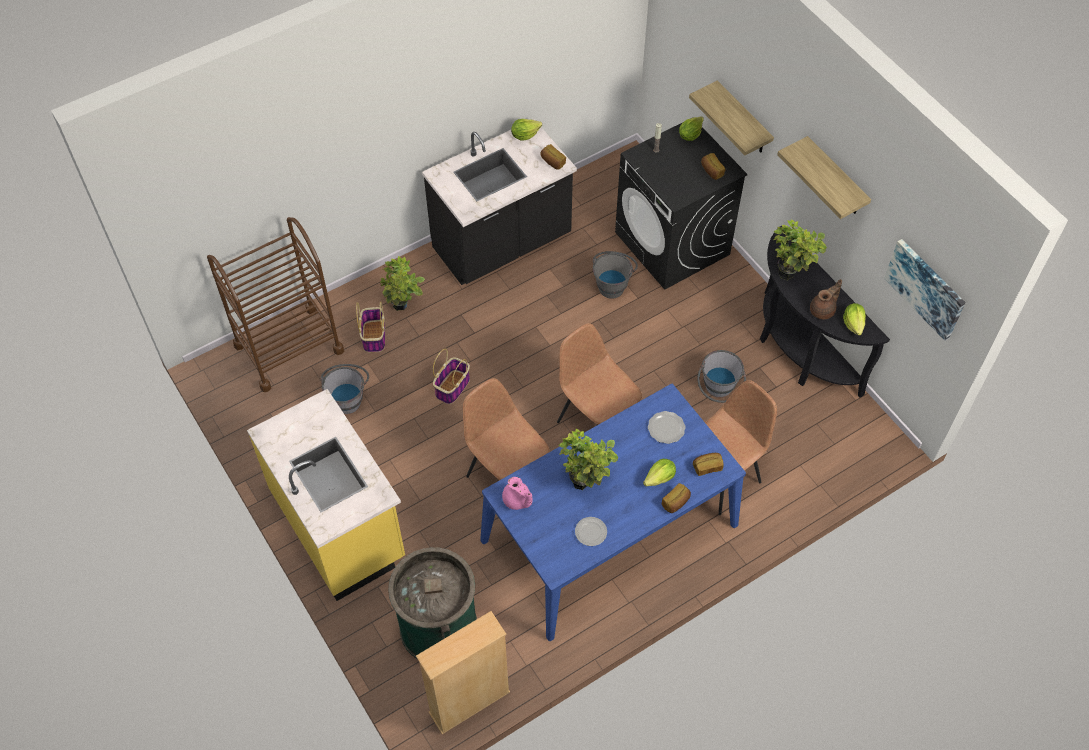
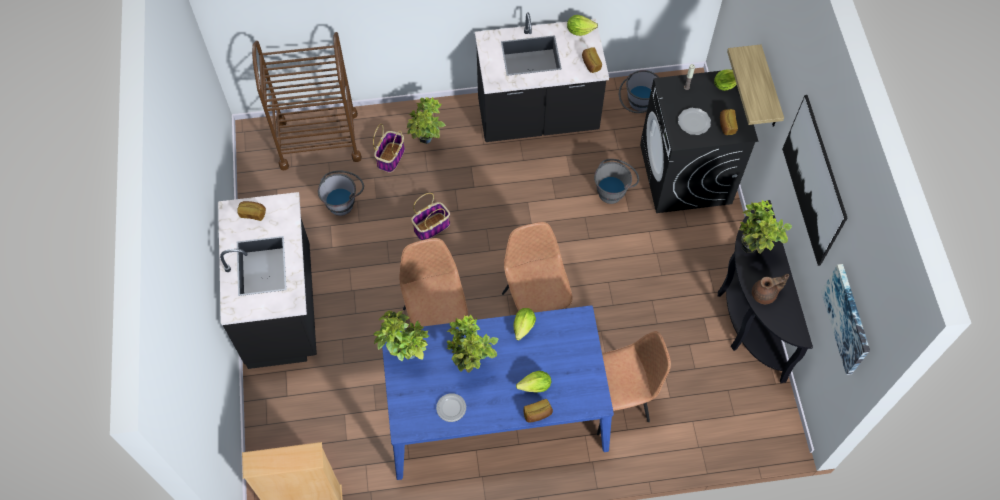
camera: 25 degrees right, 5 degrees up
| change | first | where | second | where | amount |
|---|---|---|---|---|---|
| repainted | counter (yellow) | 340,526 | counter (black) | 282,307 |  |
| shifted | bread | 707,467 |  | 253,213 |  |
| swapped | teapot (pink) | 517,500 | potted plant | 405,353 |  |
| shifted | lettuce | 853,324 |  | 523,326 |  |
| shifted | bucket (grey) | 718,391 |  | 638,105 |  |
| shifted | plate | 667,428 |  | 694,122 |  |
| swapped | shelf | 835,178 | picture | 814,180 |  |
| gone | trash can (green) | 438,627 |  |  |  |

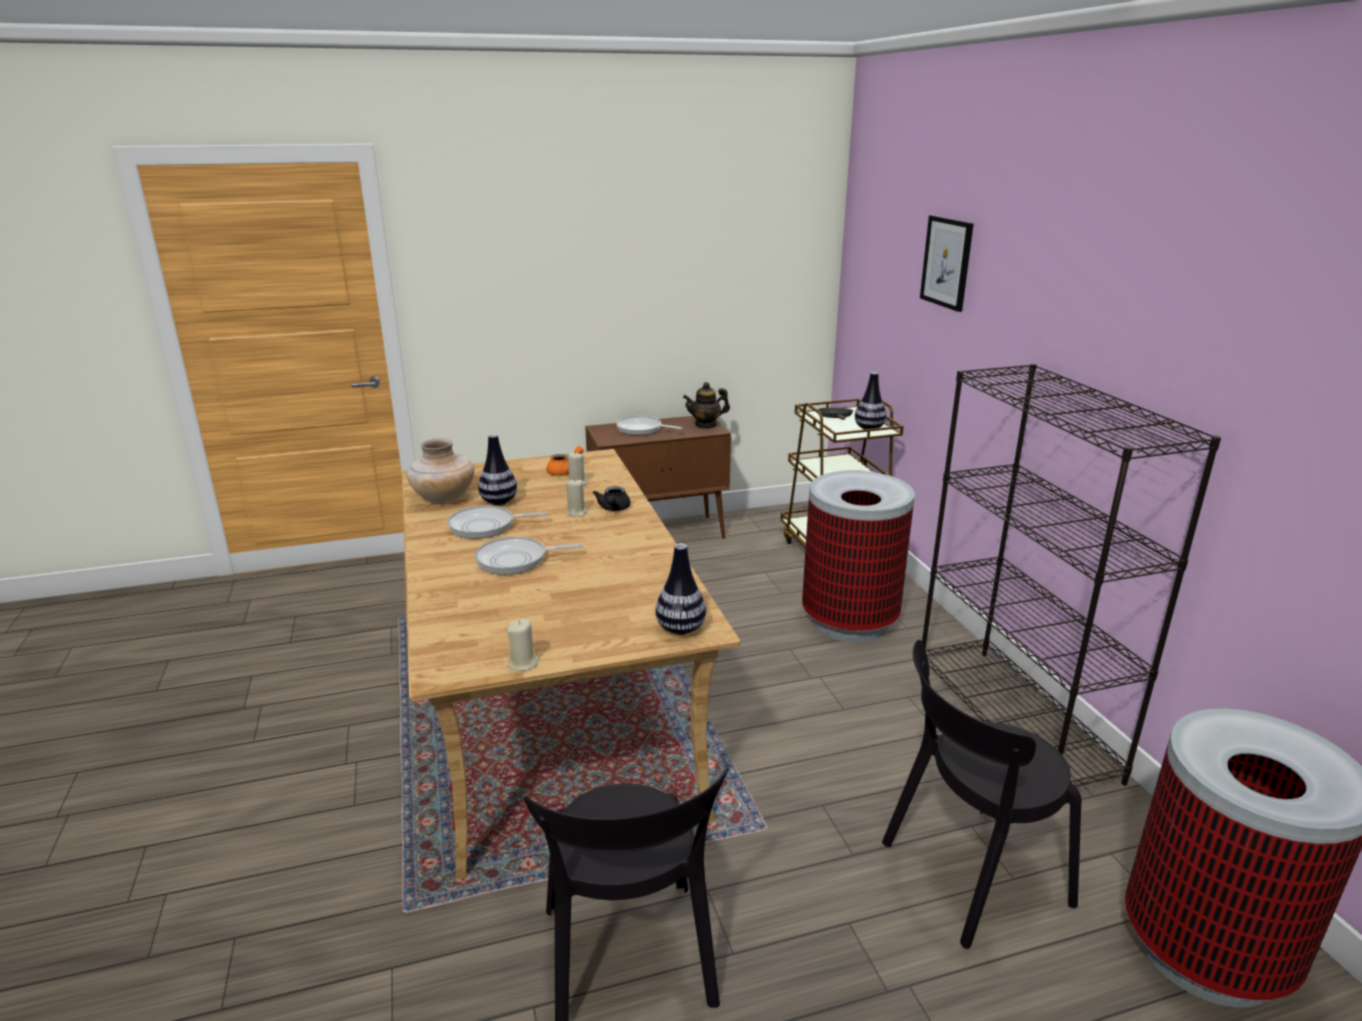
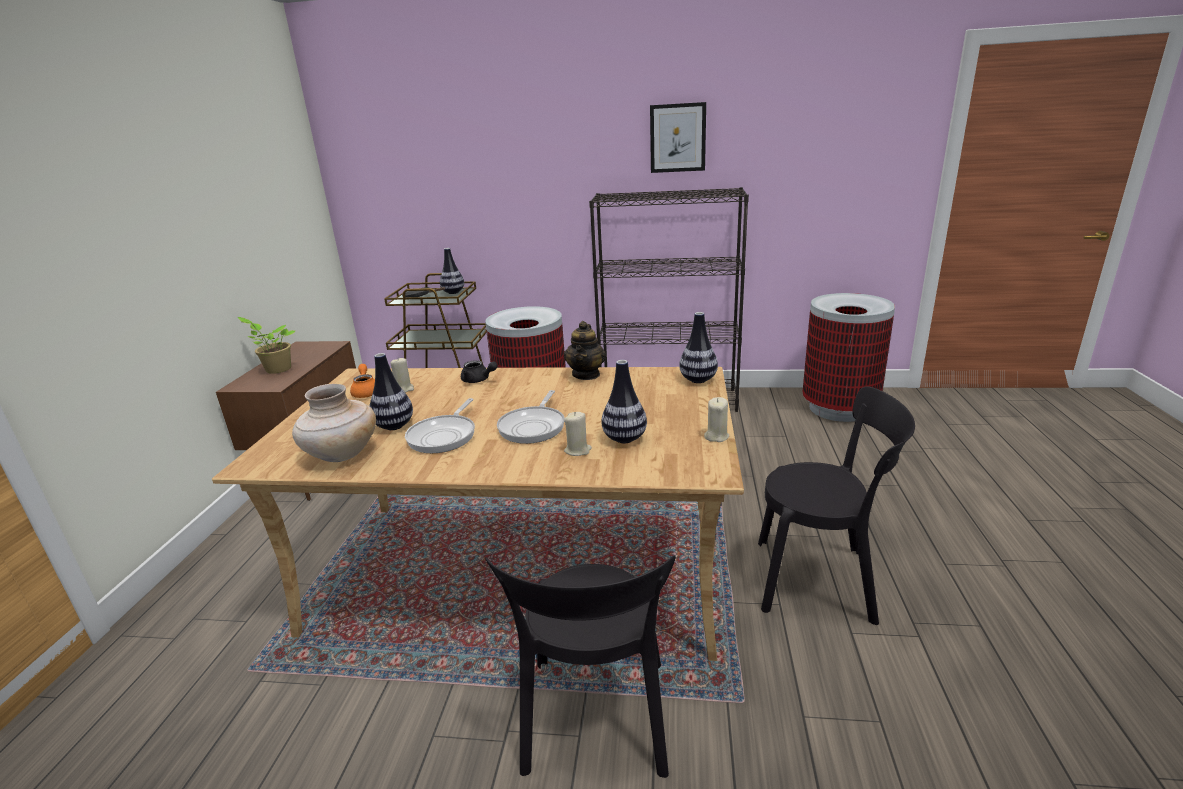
camera: 65 degrees left, 0 degrees up
| change | first | where | second | where | amount |
|---|---|---|---|---|---|
| swapped | frying pan | 642,429 | potted plant | 276,369 |  |
| shifted | chair (black) | 968,875 |  | 595,722 |  |
| shifted | teapot | 706,425 |  | 586,375 |  |
| shifted | candle (beige) | 576,512 |  | 578,450 |  |
| new |  |  | vase | 624,438 |  |
| shifted | picture | 947,262 |  | 677,138 |  |

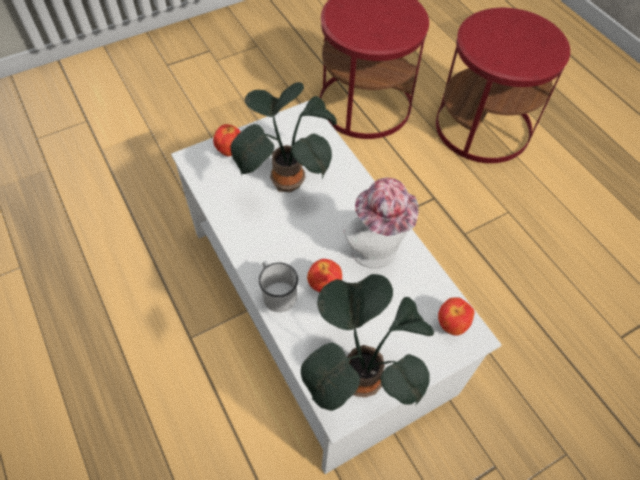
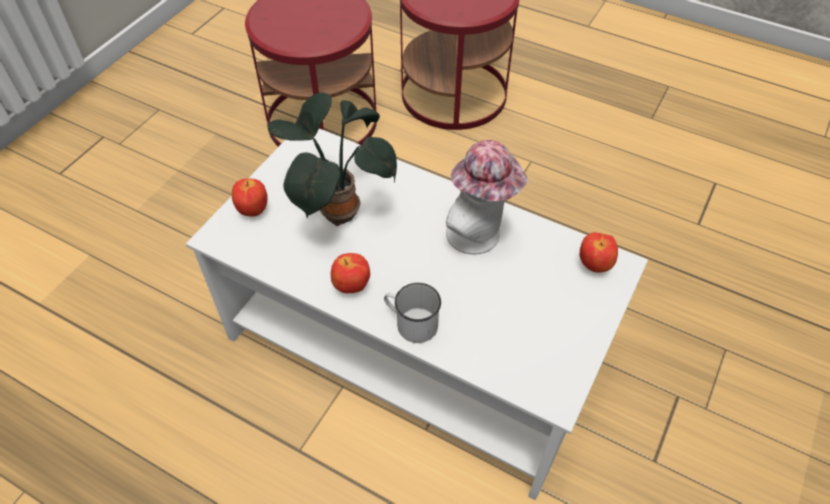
camera: 30 degrees left, 5 degrees down
| change | first | where | second | where | amount |
|---|---|---|---|---|---|
| shifted | apple | 324,286 |  | 351,286 |  |
| gone | potted plant | 359,375 |  |  |  |

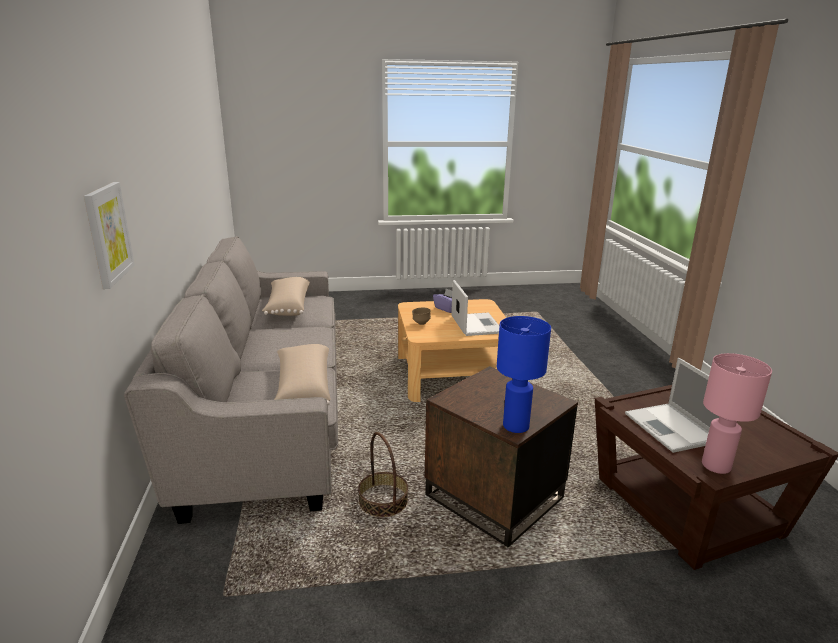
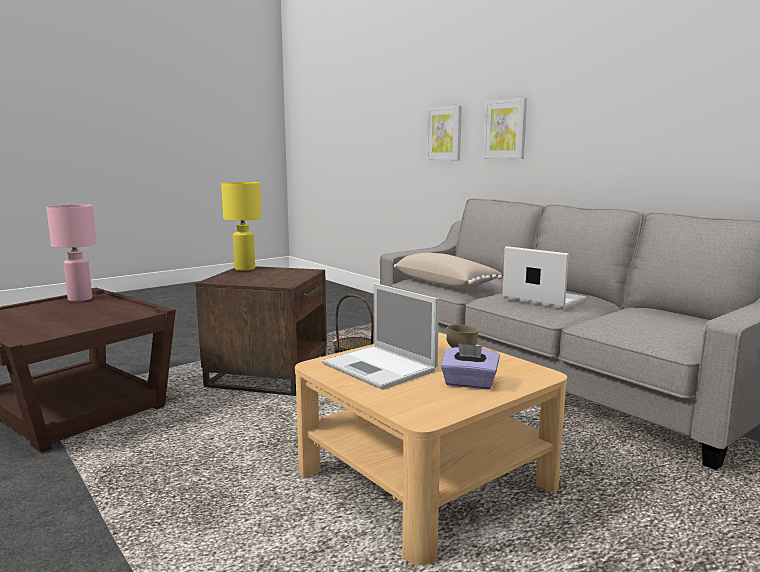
camera: 150 degrees right, 10 degrees down
| change | first | where | second | where | amount |
|---|---|---|---|---|---|
| repainted | table lamp (blue) | 516,426 | table lamp (yellow) | 244,269 |  |
| new |  |  | picture | 444,133 |  |
| shifted | laptop | 672,428 |  | 542,299 |  |
| gone | pillow (beige) | 287,307 |  |  |  |

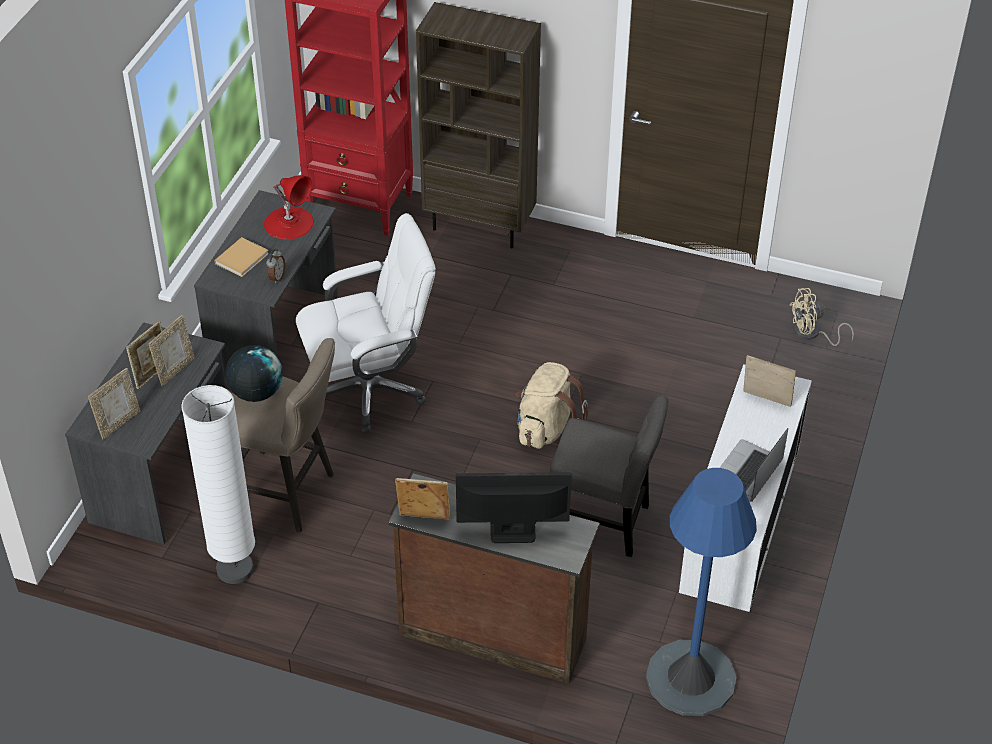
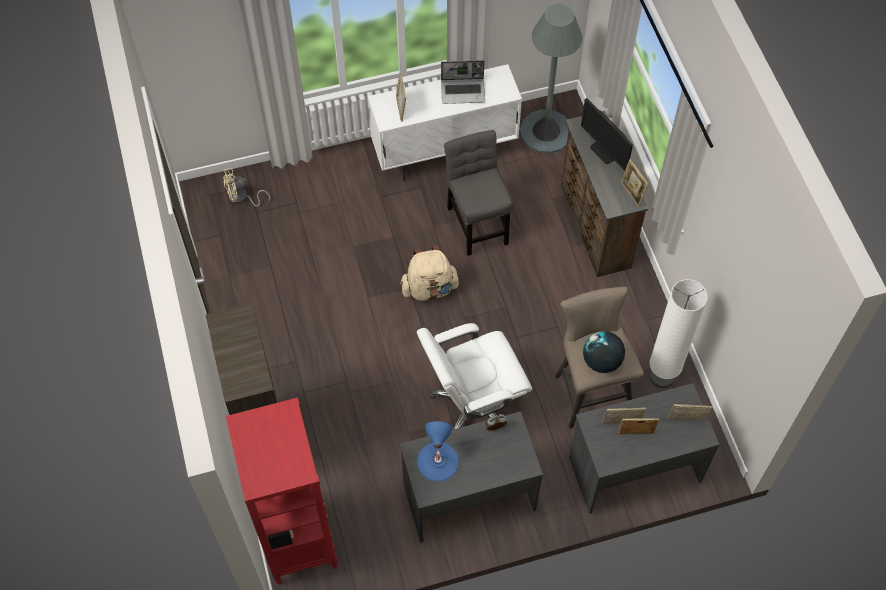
camera: 125 degrees left, 15 degrees up
| change | first | where | second | where | amount |
|---|---|---|---|---|---|
| rotated | fan (beige) | 812,334 |  | 241,197 | 120 degrees clockwise |
| rotated | office chair (white) | 369,390 |  | 473,404 | 60 degrees counterclockwise |
| repainted | table lamp (red) | 289,223 | table lamp (blue) | 437,461 |  |
| repainted | floor lamp (blue) | 691,678 | floor lamp (grey) | 546,132 |  |
| gone | book (beige) | 243,258 |  |  |  |

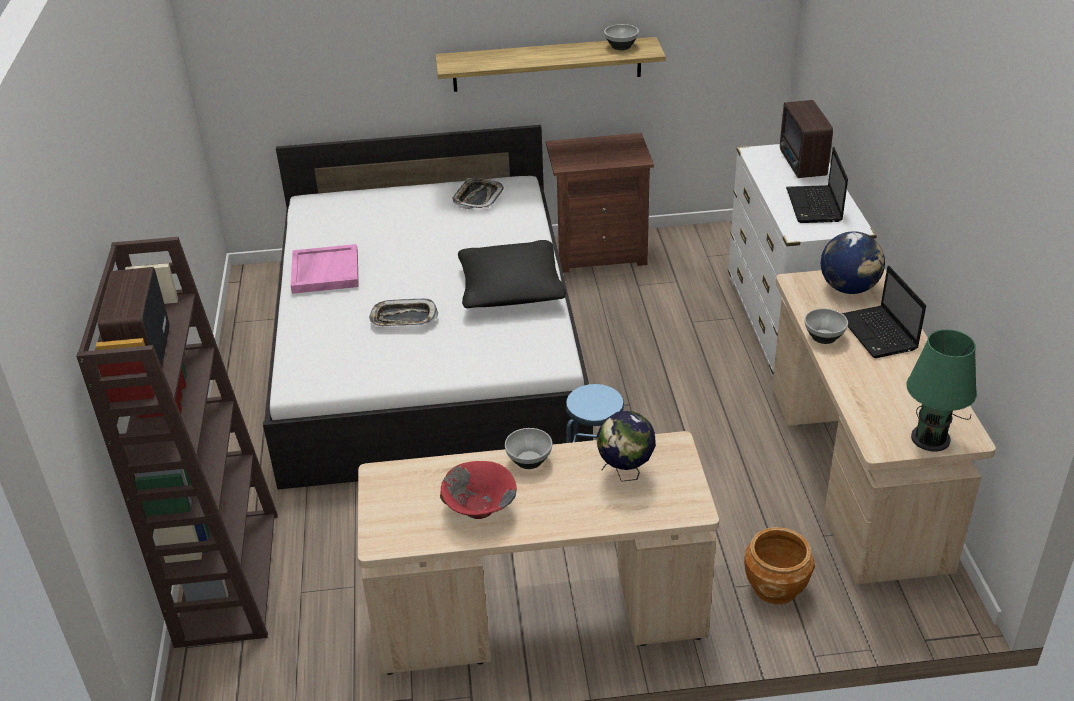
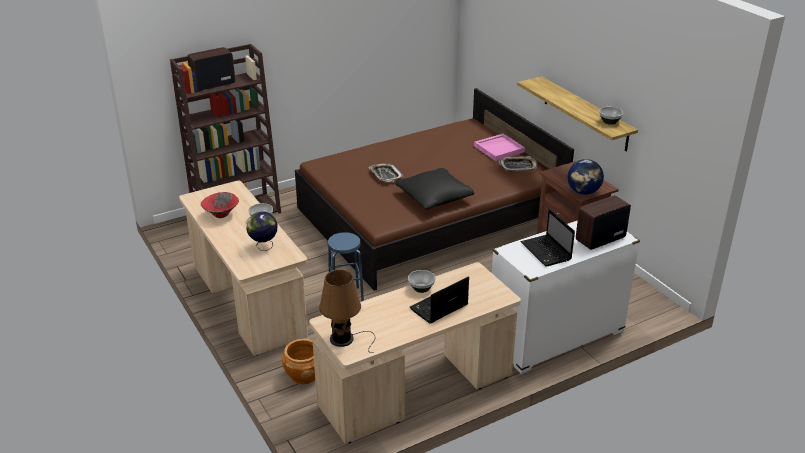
camera: 65 degrees right, 5 degrees down
| change | first | where | second | where | amount |
|---|---|---|---|---|---|
| repainted | bed (white) | 427,349 | bed (brown) | 429,216 |  |
| repainted | table lamp (green) | 931,436 | table lamp (brown) | 344,339 |  |
| shifted | tray (pink) | 325,271 |  | 499,149 |  |
| rotated | laptop | 814,206 |  | 546,252 | 90 degrees counterclockwise |
| shifted | globe | 849,288 |  | 583,192 |  |

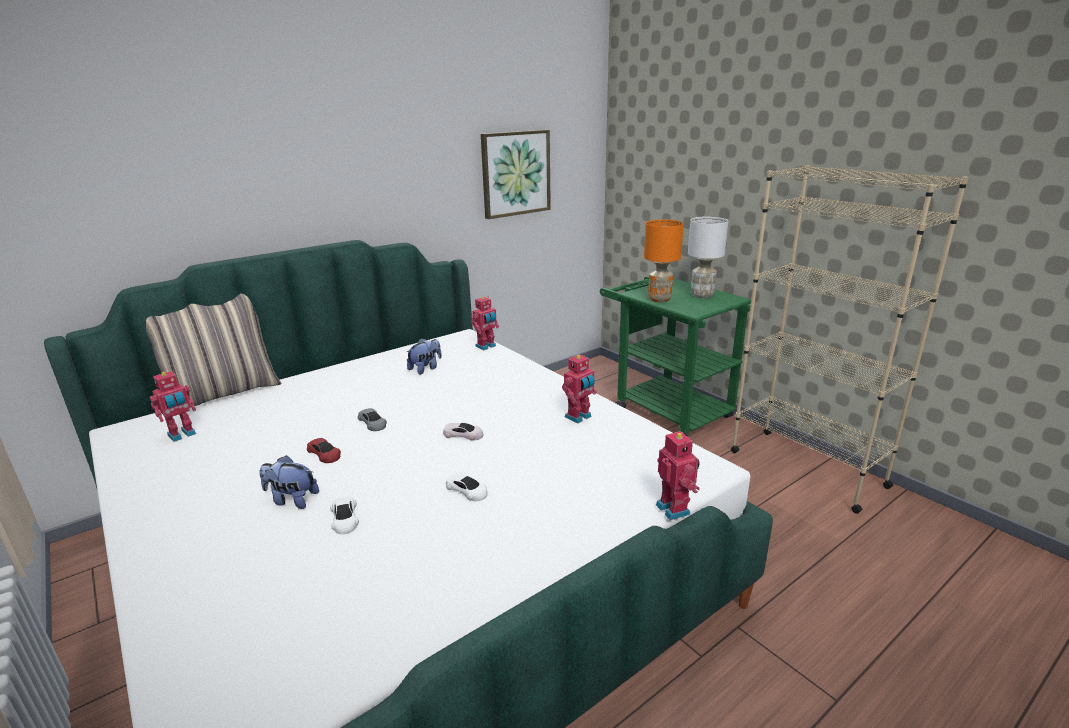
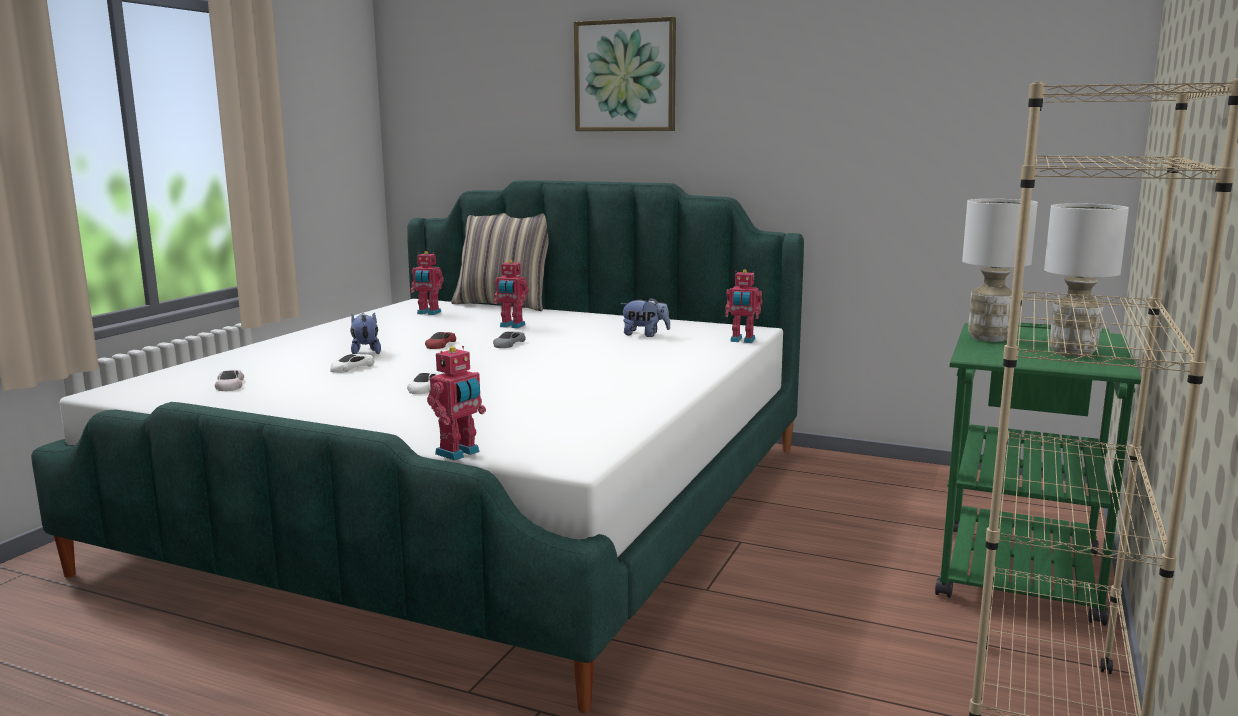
camera: 60 degrees right, 10 degrees down
| change | first | where | second | where | amount |
|---|---|---|---|---|---|
| shifted | toy car (white) | 463,435 |  | 230,385 |  |
| shifted | toy robot | 579,417 |  | 511,326 |  |
| shifted | picture | 515,173 |  | 625,76 |  |
| repainted | table lamp (orange) | 659,299 | table lamp (white) | 989,338 |  |

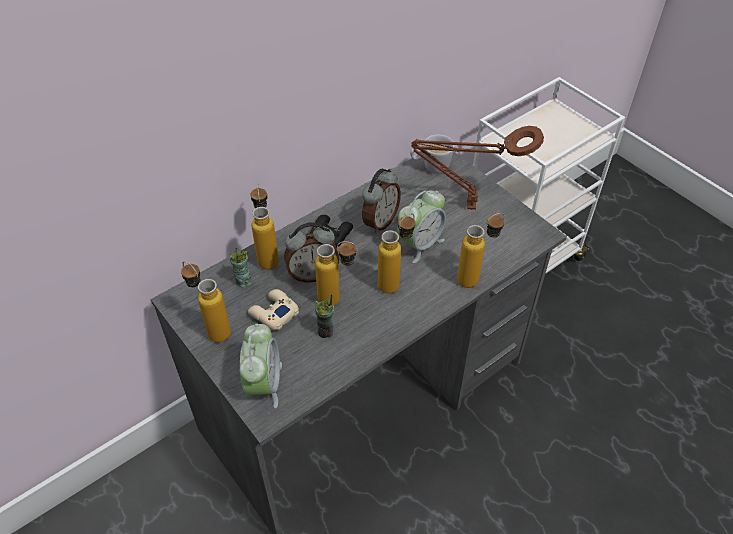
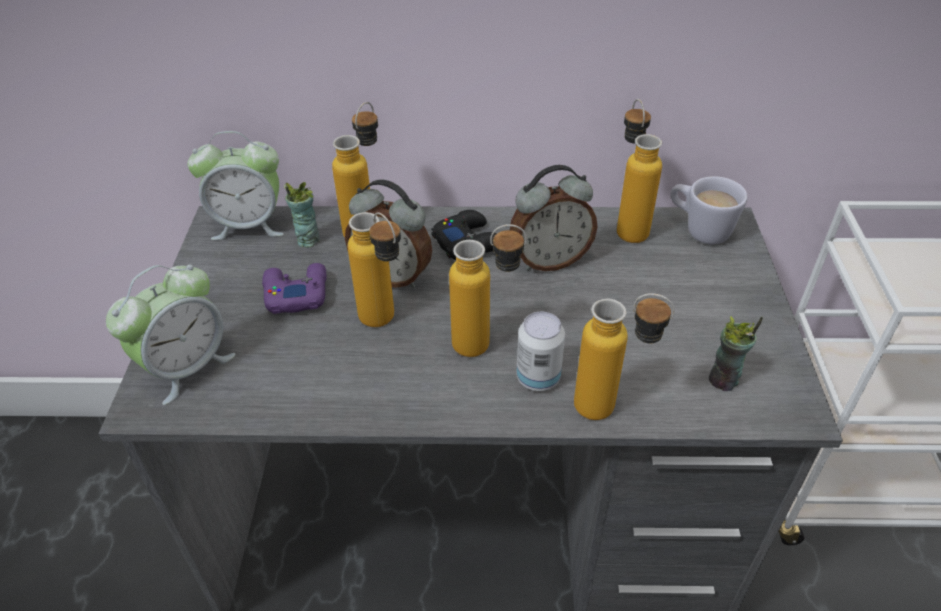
camera: 40 degrees right, 5 degrees down
| change | first | where | second | where | amount |
|---|---|---|---|---|---|
| shifted | alarm clock | 420,244 |  | 249,225 |  |
| repainted | game controller (beige) | 273,313 | game controller (purple) | 296,293 |  |
| new |  |  | can | 538,378 |  |
| shifted | bottle | 212,329 |  | 627,226 |  |
| shifted | cup | 326,331 |  | 723,380 |  |
| gone | table lamp (brown) | 467,206 |  |  |  |

